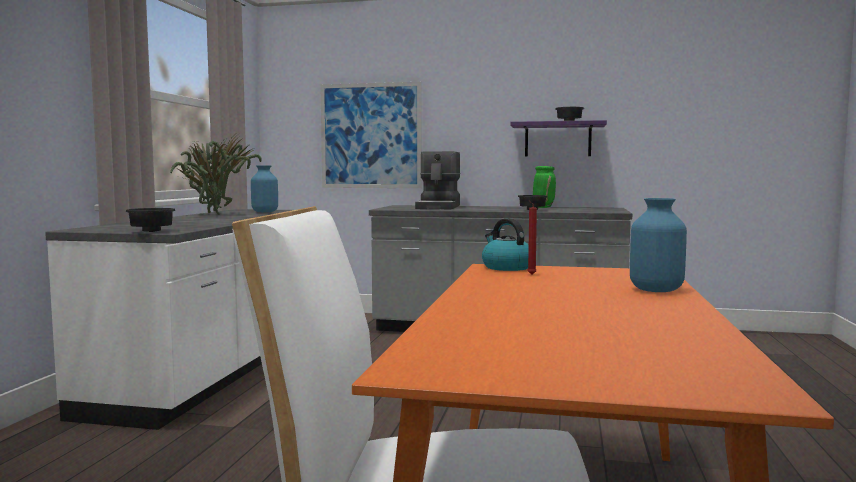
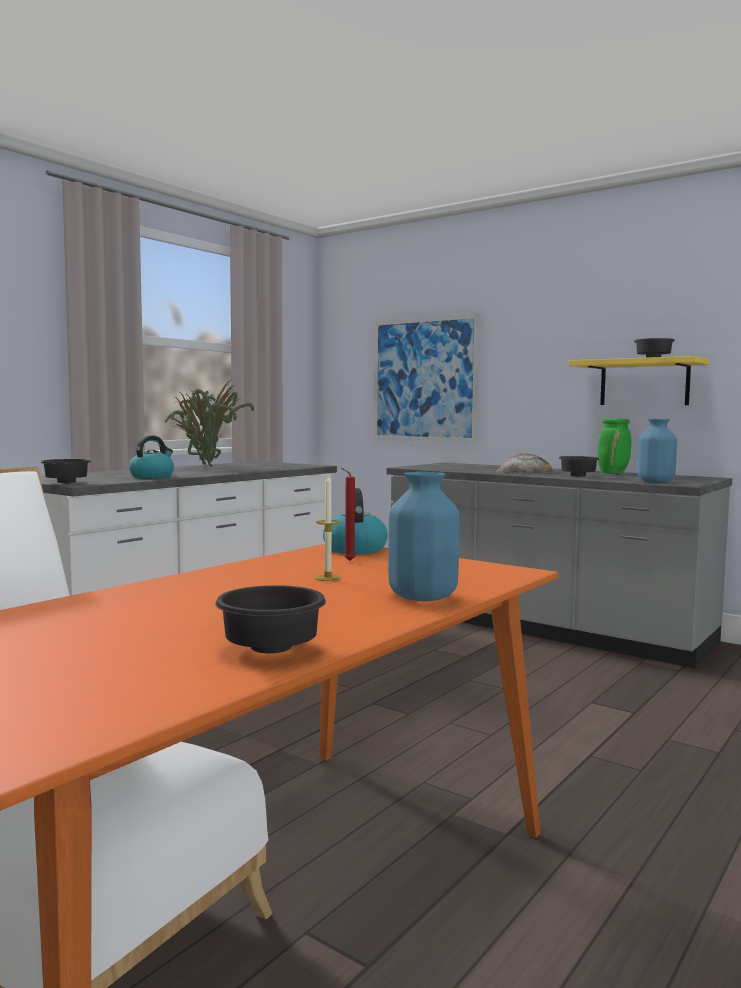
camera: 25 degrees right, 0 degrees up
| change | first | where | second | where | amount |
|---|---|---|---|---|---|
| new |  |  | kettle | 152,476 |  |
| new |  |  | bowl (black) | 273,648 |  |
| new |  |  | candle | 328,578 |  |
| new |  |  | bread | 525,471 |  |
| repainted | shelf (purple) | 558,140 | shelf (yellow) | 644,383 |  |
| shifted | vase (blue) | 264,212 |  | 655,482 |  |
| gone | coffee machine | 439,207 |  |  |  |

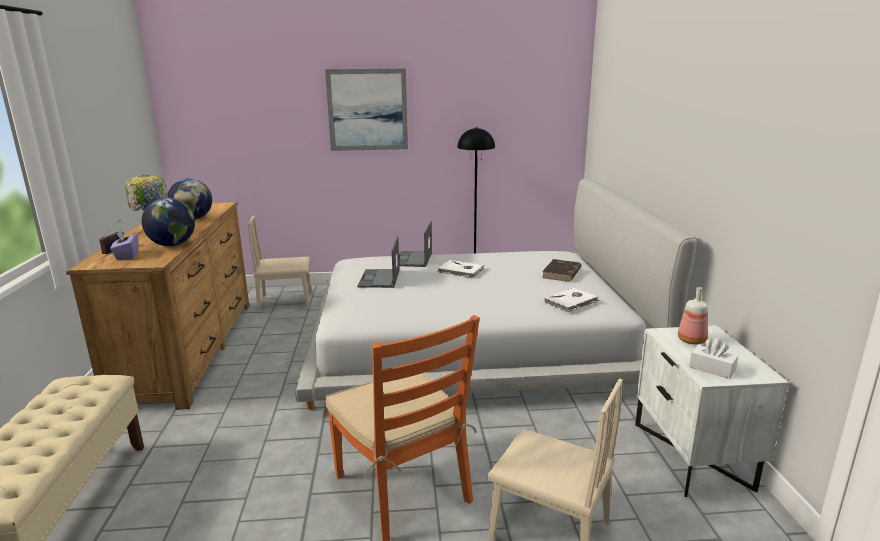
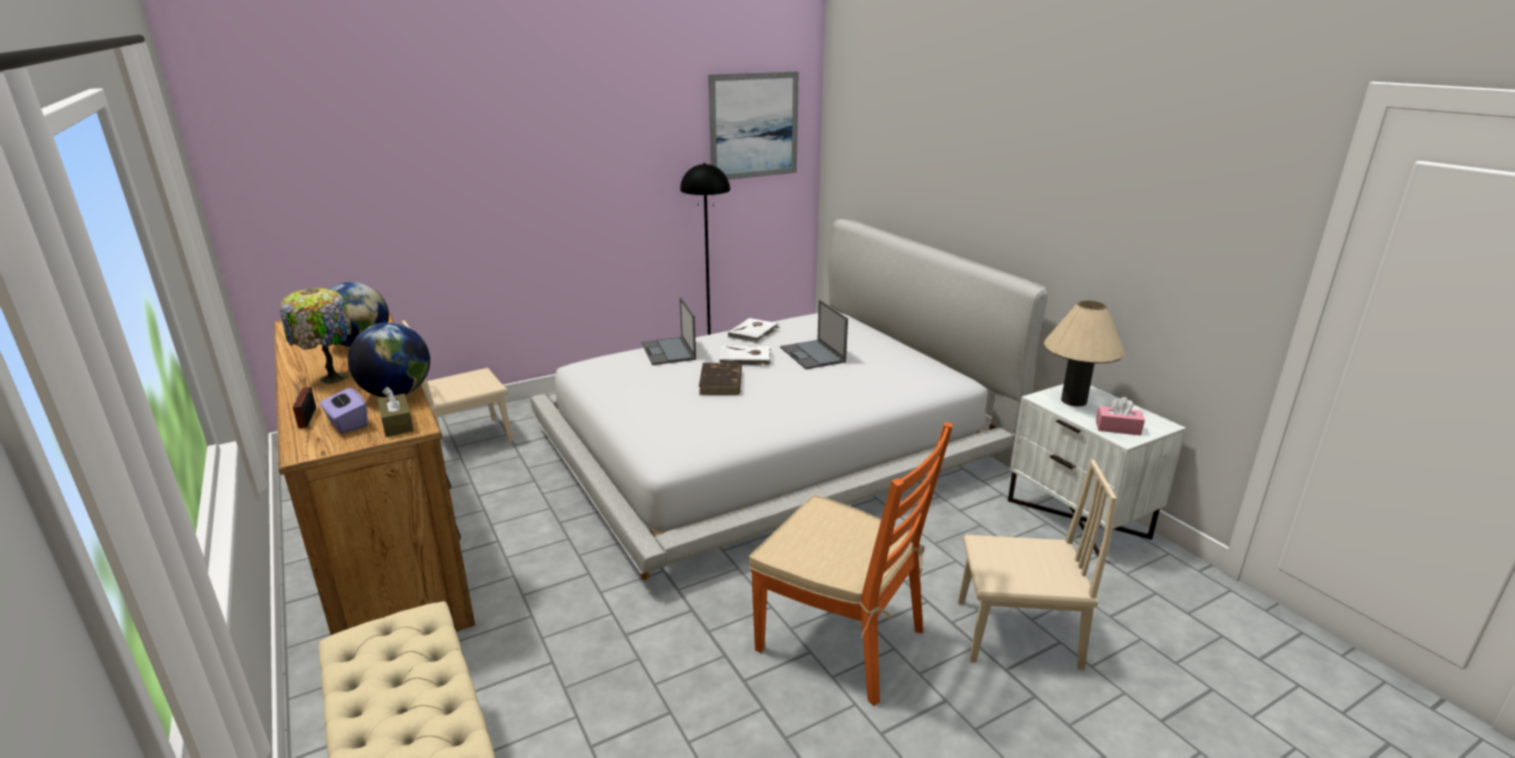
camera: 25 degrees left, 5 degrees up
| change | first | where | second | where | amount |
|---|---|---|---|---|---|
| new |  |  | tissue box (brown) | 397,424 |  |
| shifted | book (brown) | 561,273 |  | 721,382 |  |
| shifted | picture | 367,110 |  | 754,126 |  |
| shifted | book (white) | 571,302 |  | 754,332 |  |
| shifted | laptop | 379,279 |  | 813,355 |  |
| swapped | bottle | 692,340 | table lamp (beige) | 1073,401 |  |
| repainted | tissue box (white) | 712,369 | tissue box (pink) | 1118,428 |  |

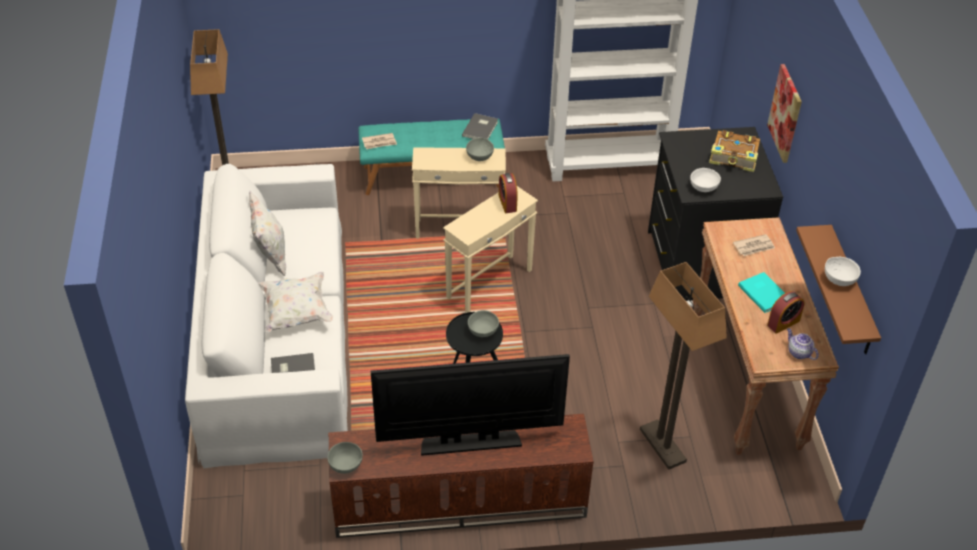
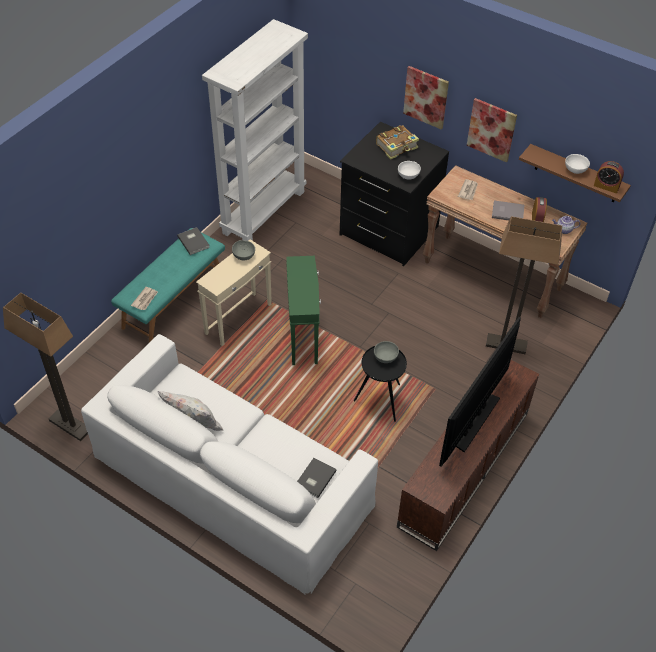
camera: 50 degrees left, 5 degrees up
| change | first | where | second | where | amount |
|---|---|---|---|---|---|
| repainted | side table (beige) | 490,284 | side table (green) | 303,336 |  |
| new |  |  | picture | 491,129 |  |
| repainted | book (turquoise) | 764,293 | book (grey) | 507,211 |  |
| shifted | alarm clock | 507,203 |  | 606,186 |  |
| gone | pillow (white) | 296,312 |  |  |  |
| gone | bowl (grey) | 346,466 |  |  |  |

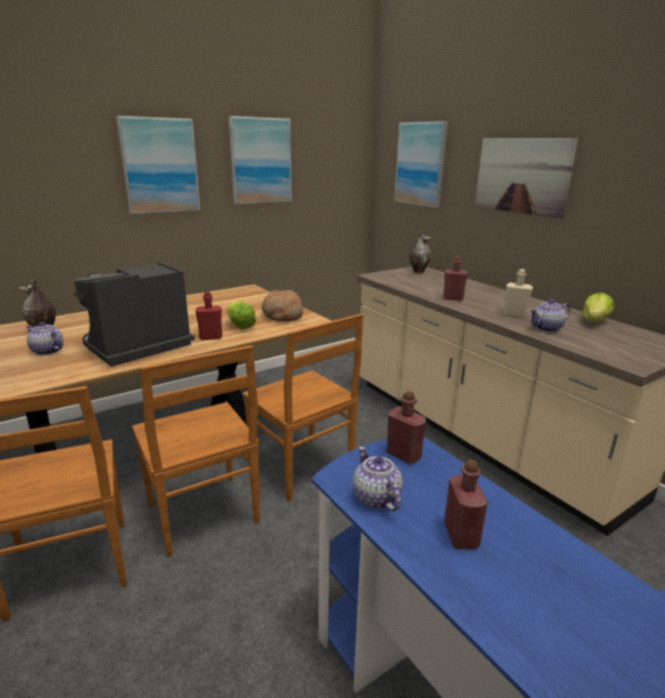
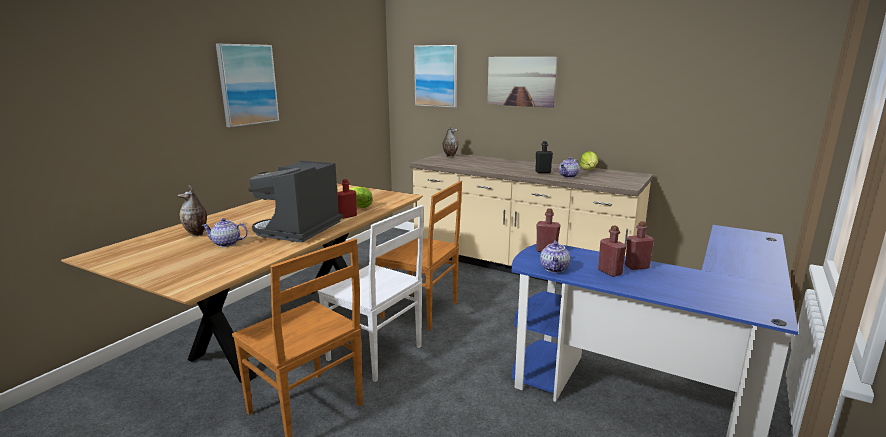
camera: 25 degrees left, 5 degrees down
| change | first | where | second | where | amount |
|---|---|---|---|---|---|
| repainted | chair (brown) | 203,516 | chair (white) | 377,354 |  |
| repainted | bottle (beige) | 514,315 | bottle (black) | 543,172 |  |
| rotated | teapot | 375,497 |  | 554,269 | 120 degrees counterclockwise |
| shifted | bottle (red) | 453,298 |  | 637,267 |  |
| gone | picture | 260,161 |  |  |  |
| gone | bread | 282,315 |  |  |  |

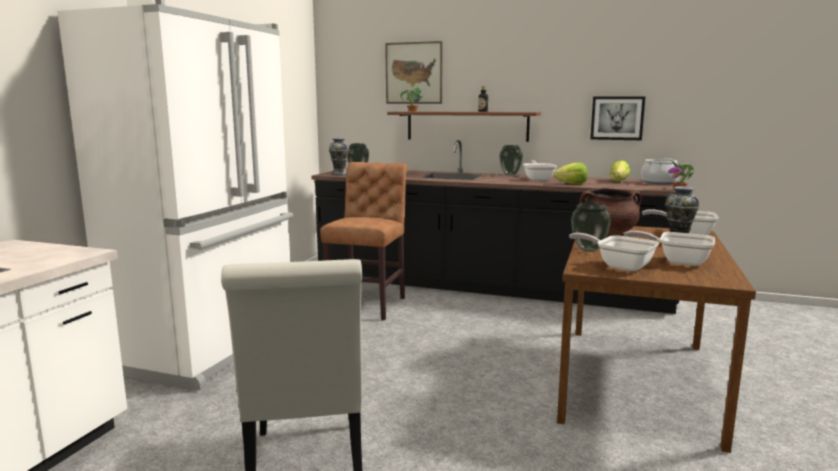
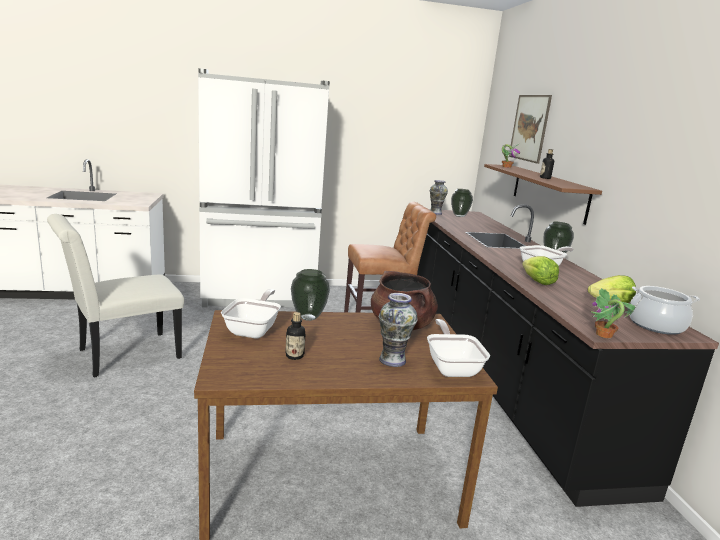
camera: 60 degrees right, 5 degrees up
| change | first | where | second | where | amount |
|---|---|---|---|---|---|
| swapped | frying pan | 677,261 | bottle | 294,356 |  |
| gone | picture | 617,118 |  |  |  |

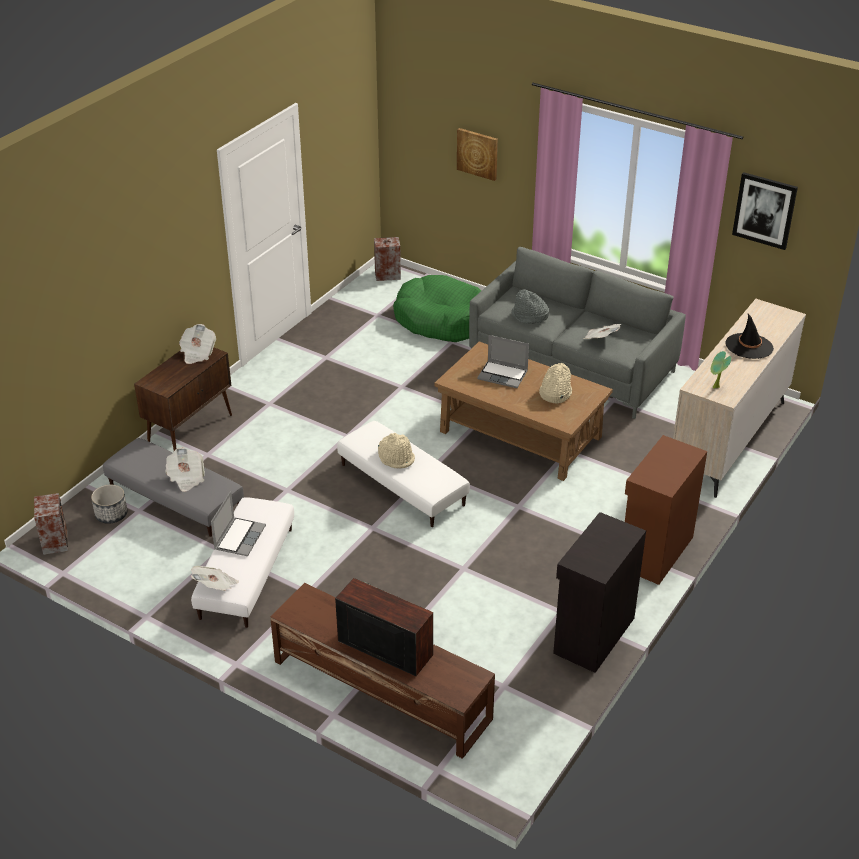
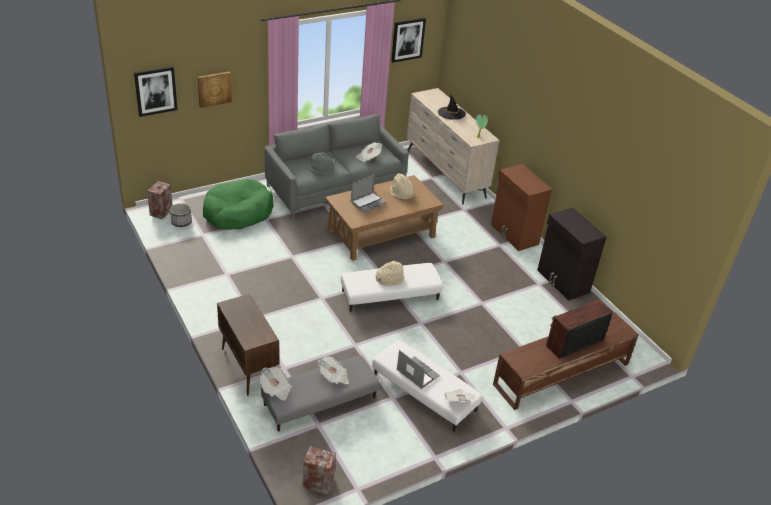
camera: 65 degrees left, 0 degrees up
| change | first | where | second | where | amount |
|---|---|---|---|---|---|
| new |  |  | picture | 155,91 |  |
| shifted | planter | 111,514 |  | 181,222 |  |
| shifted | newspaper | 197,353 |  | 275,389 |  |

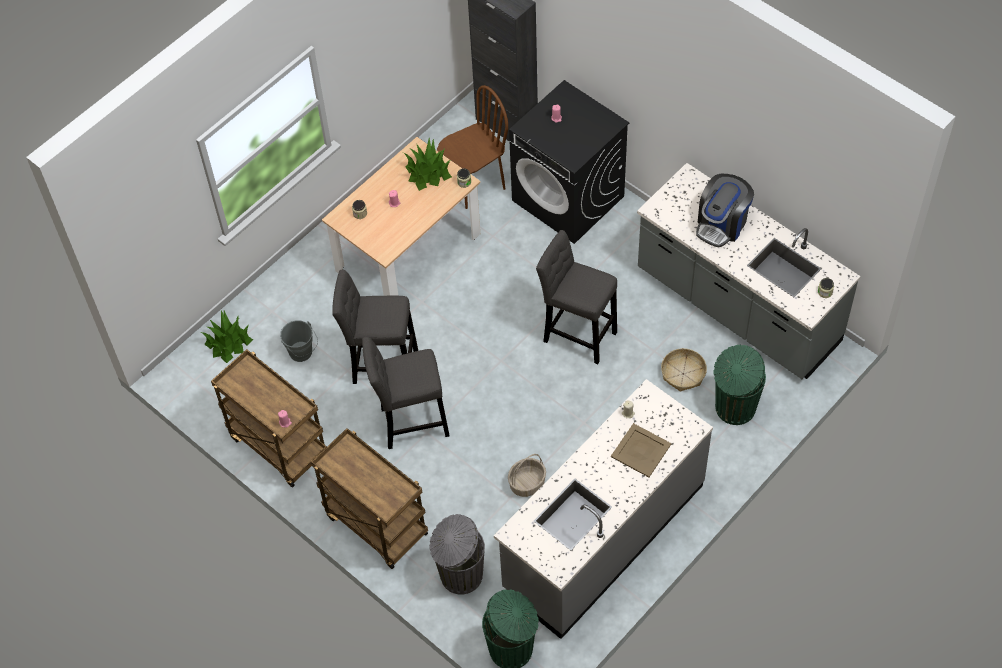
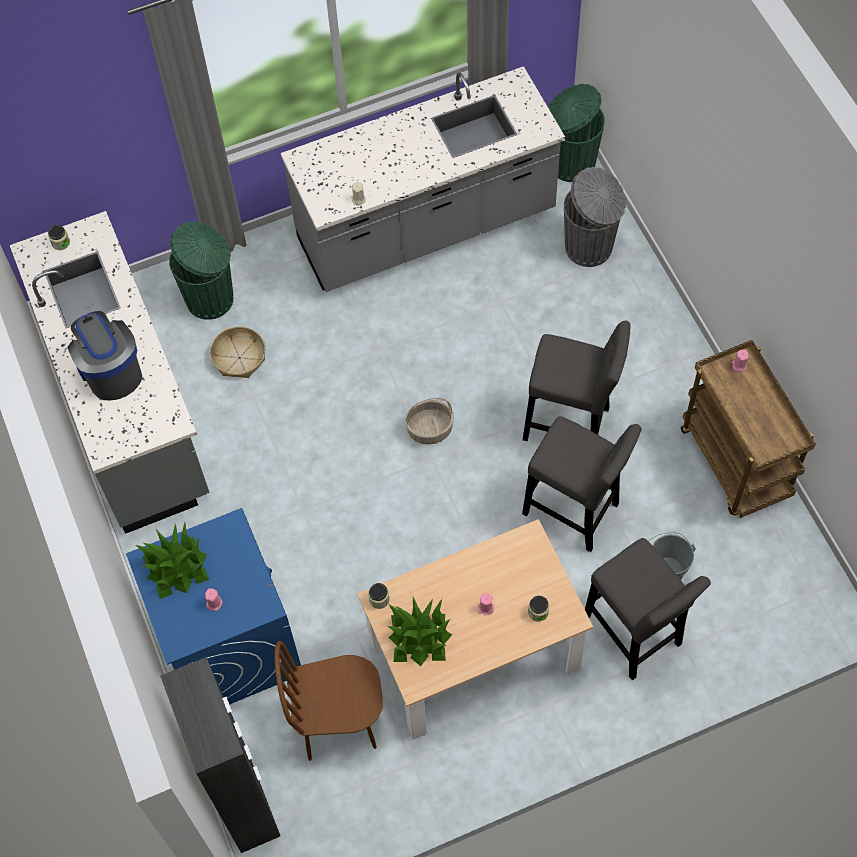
camera: 155 degrees left, 5 degrees up
| change | first | where | second | where | amount |
|---|---|---|---|---|---|
| rotated | coffee machine | 722,224 |  | 110,370 | 90 degrees counterclockwise |
| repainted | washing machine (black) | 569,198 | washing machine (blue) | 230,643 |  |
| shifted | potted plant | 228,342 |  | 176,567 |  |
| shifted | basket | 527,484 |  | 430,429 |  |
| shifted | stool (grey) | 576,334 |  | 634,635 |  |
| gone | cart (brown) | 374,524 |  |  |  |
| gone | tray (beige) | 641,450 |  |  |  |

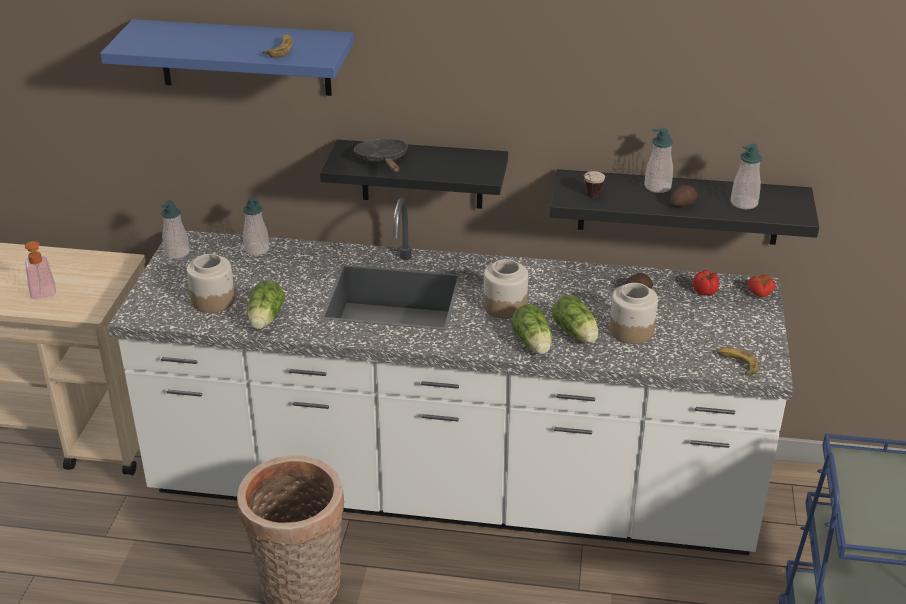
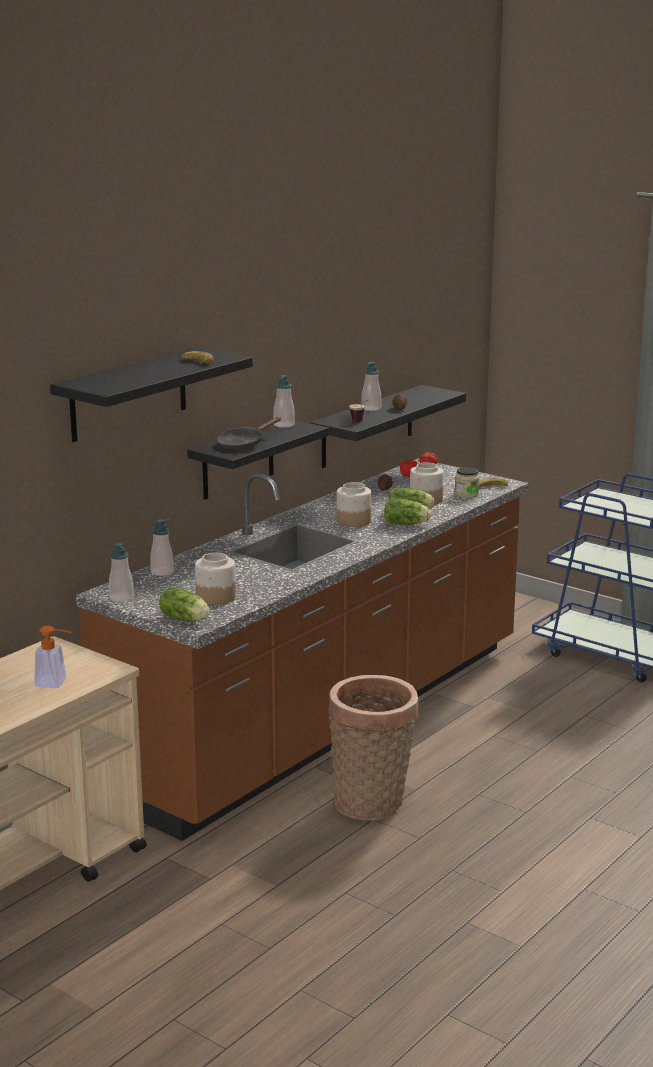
camera: 60 degrees left, 15 degrees down
| change | first | where | second | where | amount |
|---|---|---|---|---|---|
| repainted | shelf (blue) | 245,57 | shelf (black) | 129,394 |  |
| repainted | counter (white) | 453,488 | counter (brown) | 326,719 |  |
| shifted | lettuce | 265,319 |  | 186,619 |  |
| rotated | frying pan (black) | 383,160 |  | 244,444 | 60 degrees counterclockwise |
| shifted | soap dispenser | 744,203 |  | 284,425 |  |
| new |  |  | jar | 466,494 |  |

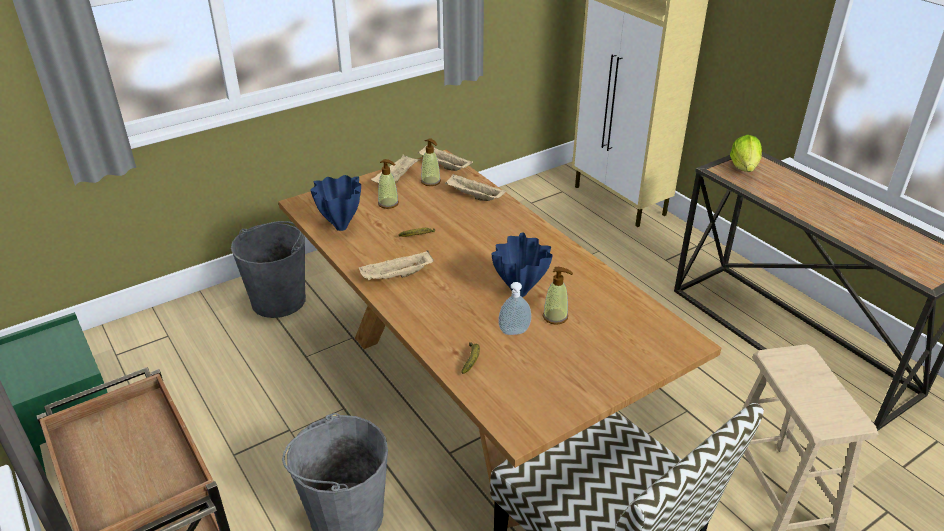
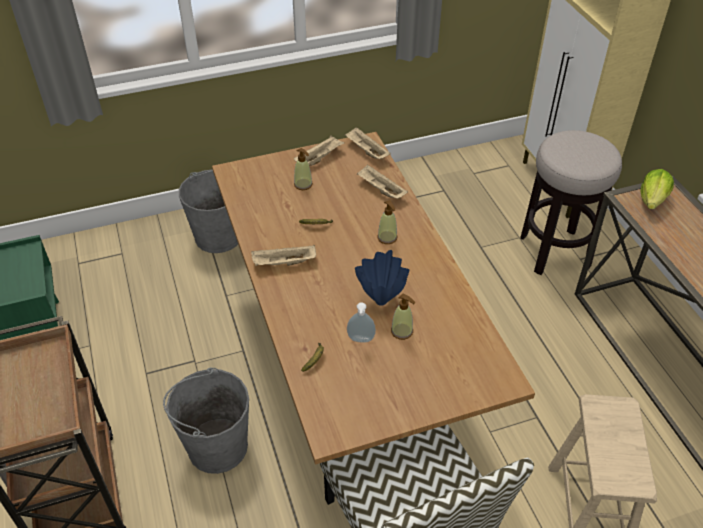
camera: 15 degrees right, 10 degrees up
| change | first | where | second | where | amount |
|---|---|---|---|---|---|
| shifted | soap dispenser | 431,181 |  | 387,238 |  |
| new |  |  | stool | 554,252 |  |
| gone | vase (blue) | 340,228 |  |  |  |

